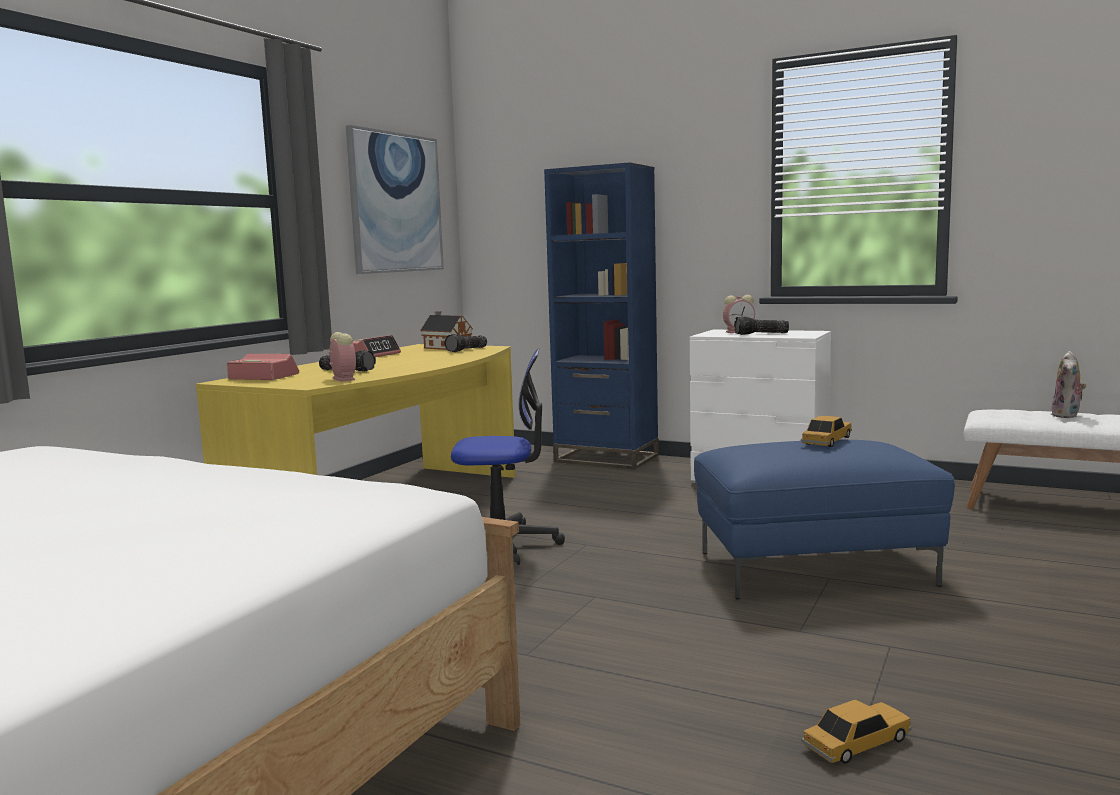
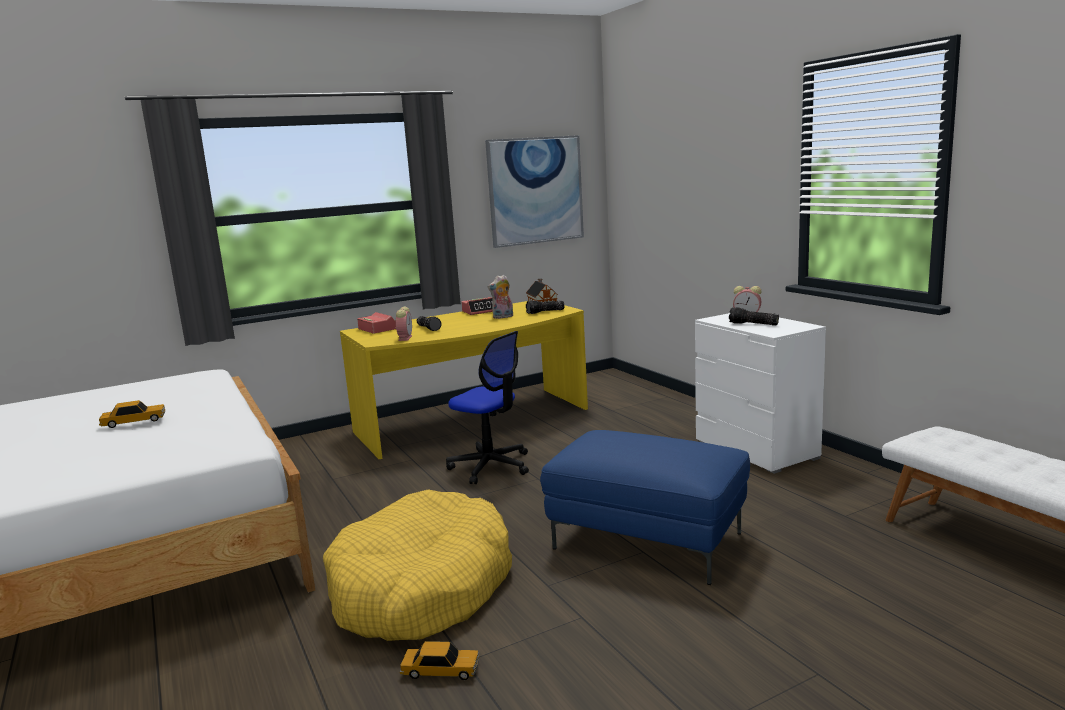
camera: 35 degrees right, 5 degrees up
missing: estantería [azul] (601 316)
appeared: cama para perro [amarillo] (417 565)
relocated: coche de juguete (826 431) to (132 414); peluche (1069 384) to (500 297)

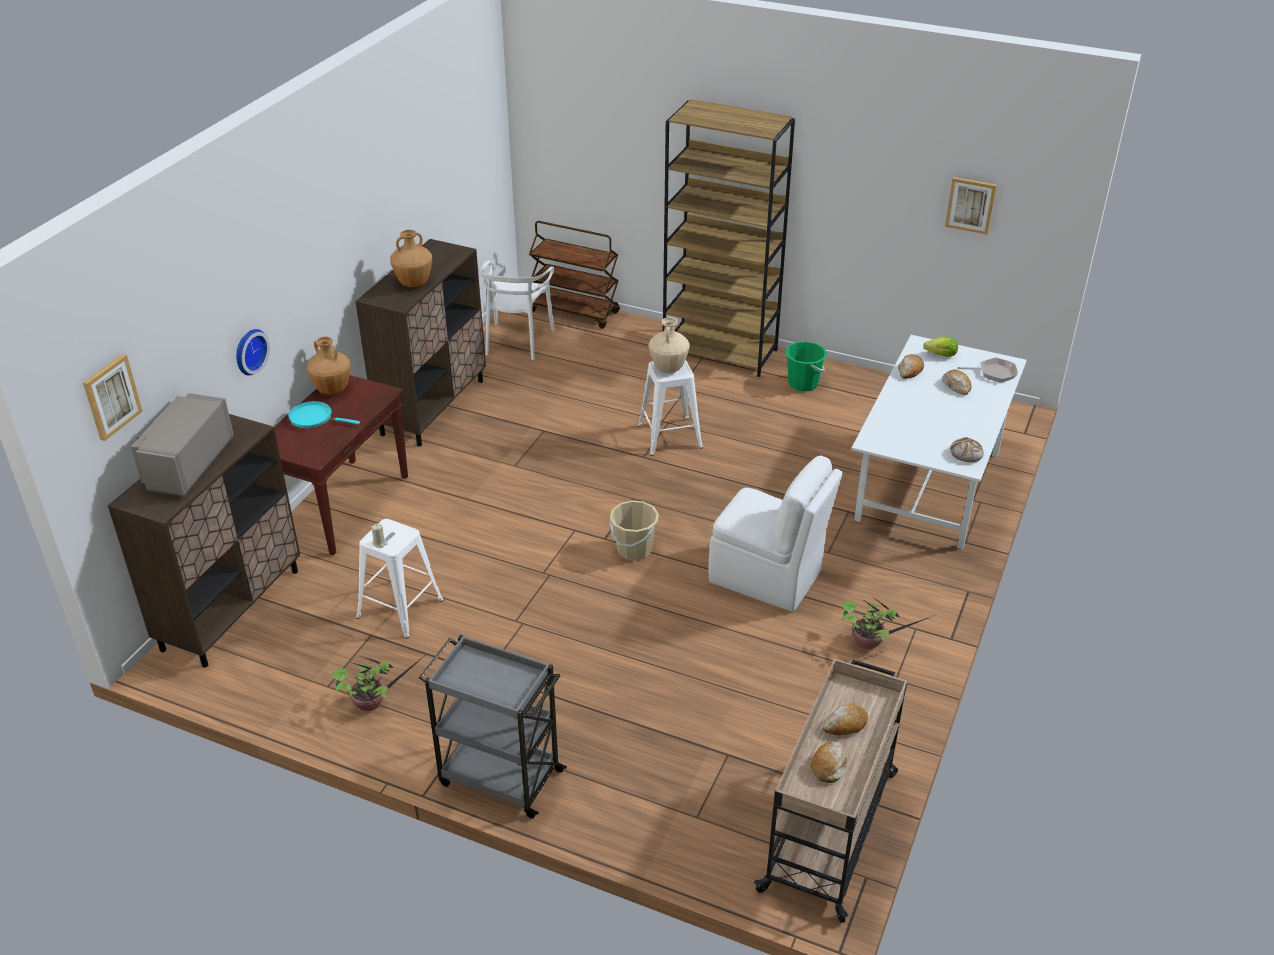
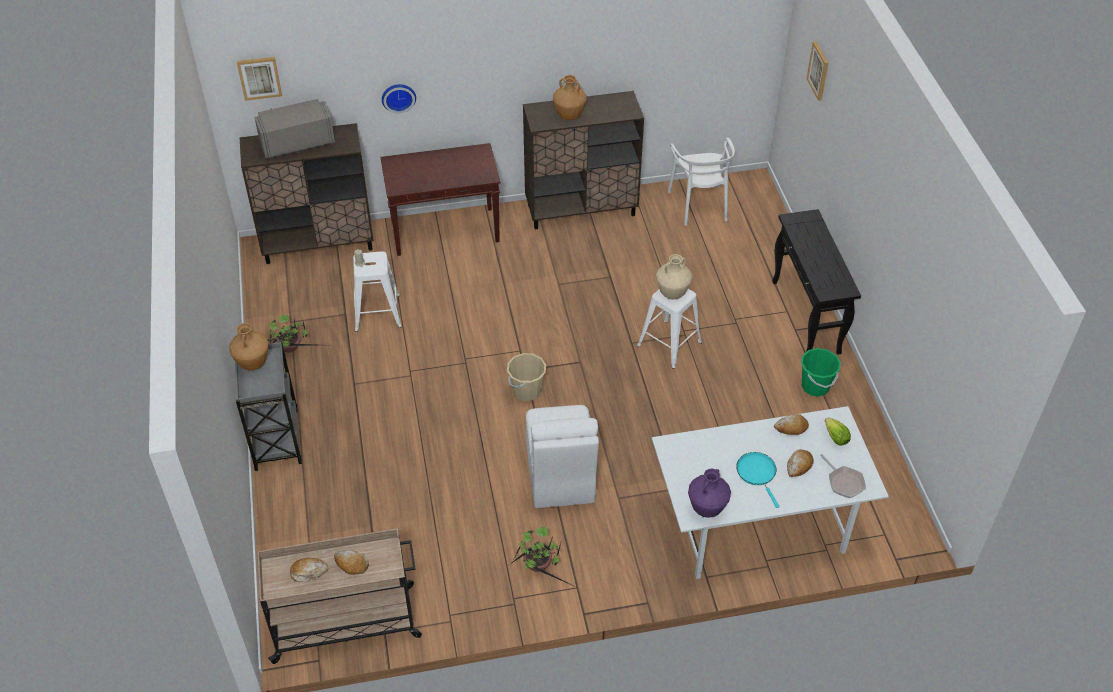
camera: 55 degrees right, 10 degrees up
missing: carrito [marrón] (574 275)
relocated: sartén [turquesa] (324 414) to (758 480); florero [marrón] (328 365) to (249 346); cuadro (971 206) to (817 71)
exchanged: estantería [marrón] (729 238) to mesa consola [negro] (816 282); pan (967 449) to florero [morado] (709 493)
spun: silla [blanco] (517 310) = (701 182) 75 degrees counterclockwise

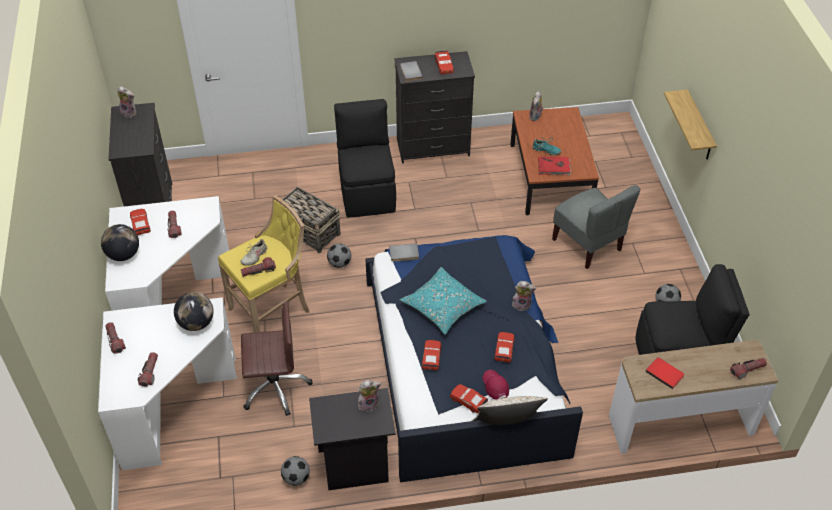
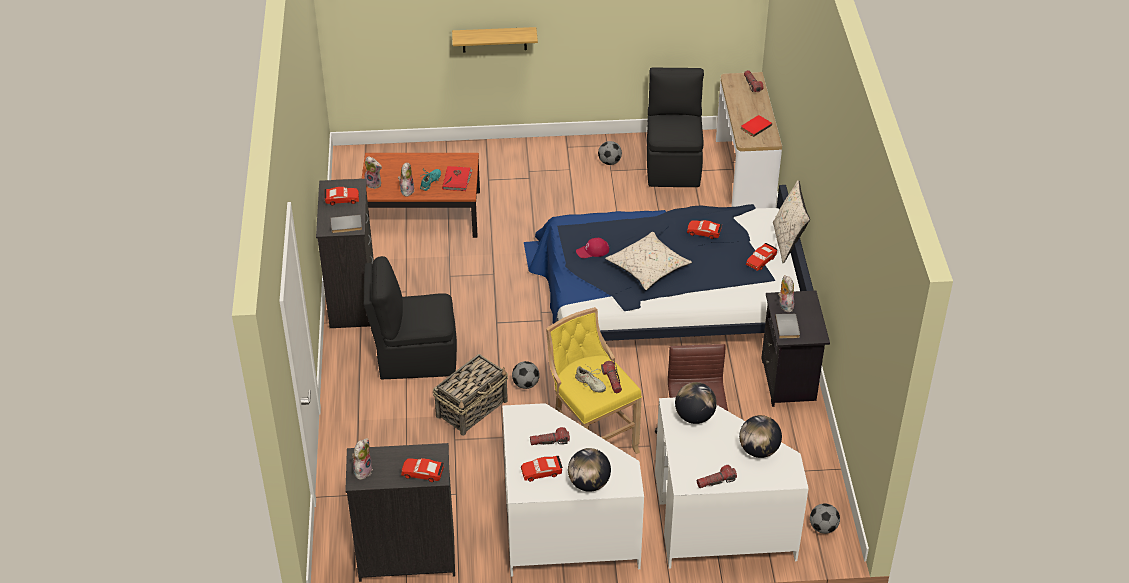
camera: 85 degrees left, 5 degrees down
missing: silla [gris] (596 227)
relocated: balón de fútbol (295 471) to (825 518); libro [gris] (404 252) to (787 326); coche de juguete [rojo] (431 355) to (422 470); gorra [rojo] (496 385) to (592 248); peluche (524 296) to (406 180)
exchanged: linterna (148 369) to globo terráqueo (760 436)
colour: cojín [turquesa] (443 301) to cojín [beis] (648 261)

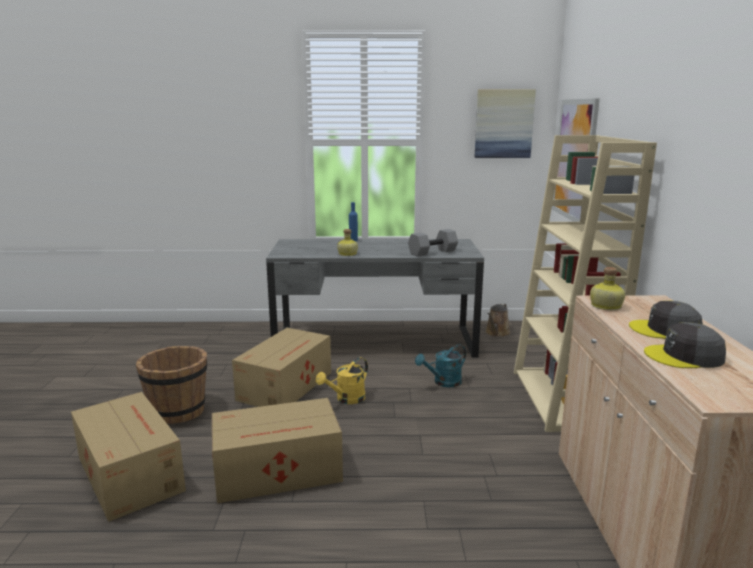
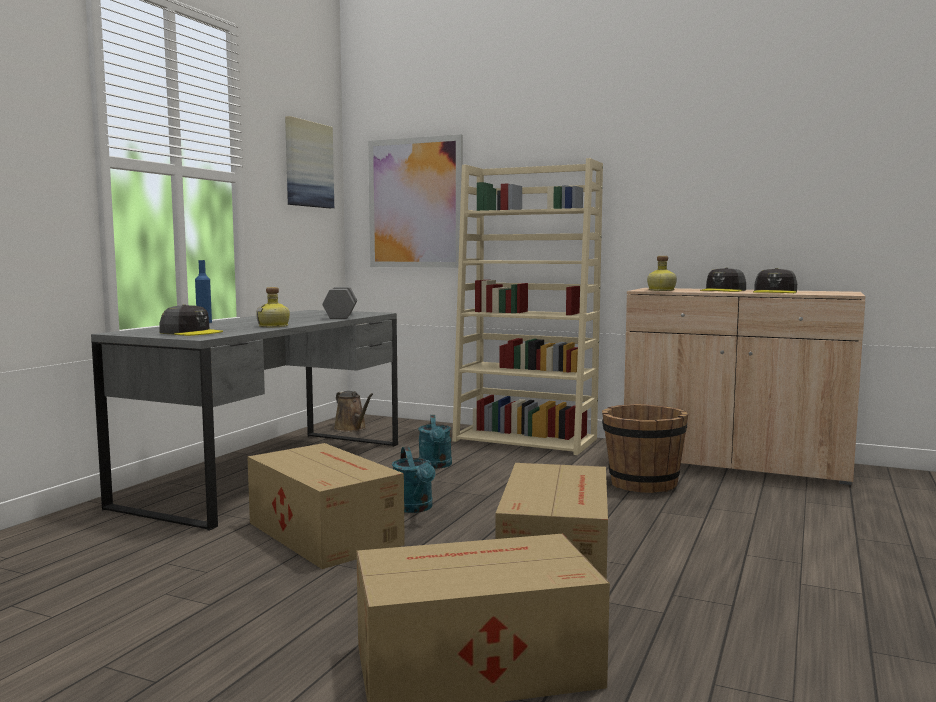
camera: 65 degrees left, 10 degrees down
appeared: gorra [gris] (191 320)
relocated: cubo [marrón] (171 385) to (645 448)
colour: regadera [amarillo] (342 380) to regadera [turquesa] (413 480)

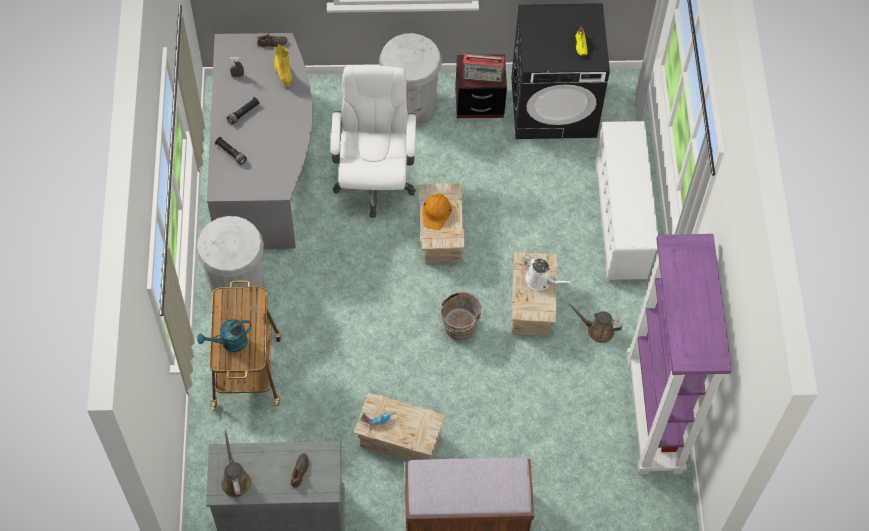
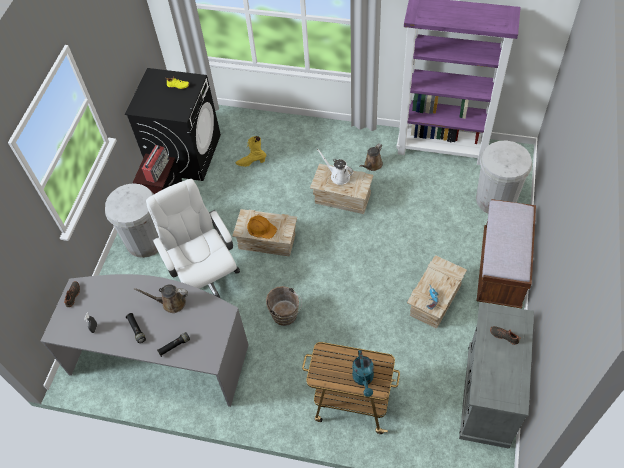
camera: 70 degrees left, 5 degrees down
missing: zapatero [blanco] (626 201)
relocated: papelera [blanco] (230 261) to (504 176); regadera [marrón] (236 463) to (161 298); bota [amarillo] (283 66) to (251 151); cubo [marrón] (459 316) to (284 306)
spun: silla de oficina [blanco] (373 141) = (193 239) 45 degrees clockwise; regadera [blanco] (547 273) = (335 167) 105 degrees counterclockwise

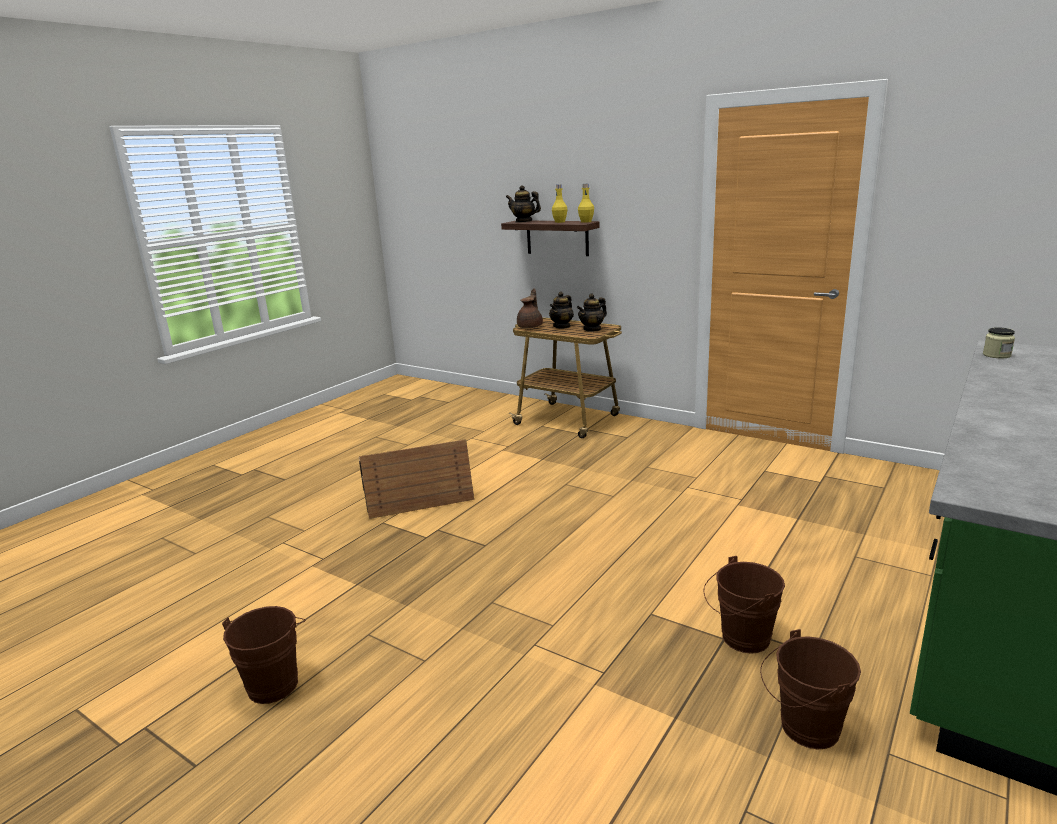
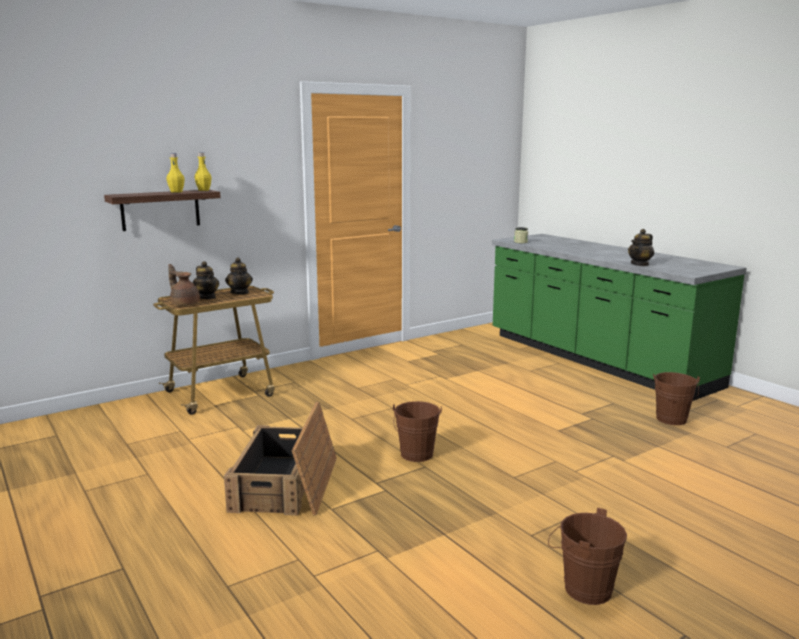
camera: 70 degrees left, 5 degrees down
relocated: tetera (523 204) to (641 247); cubo [marrón] (744 605) to (417 431)

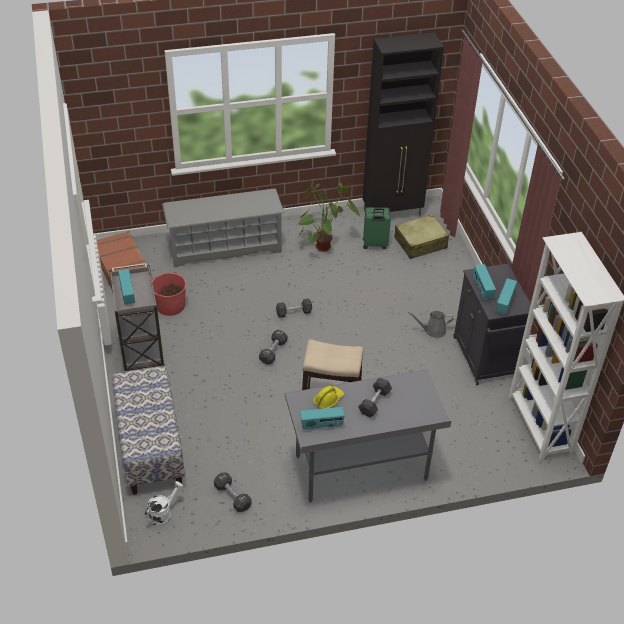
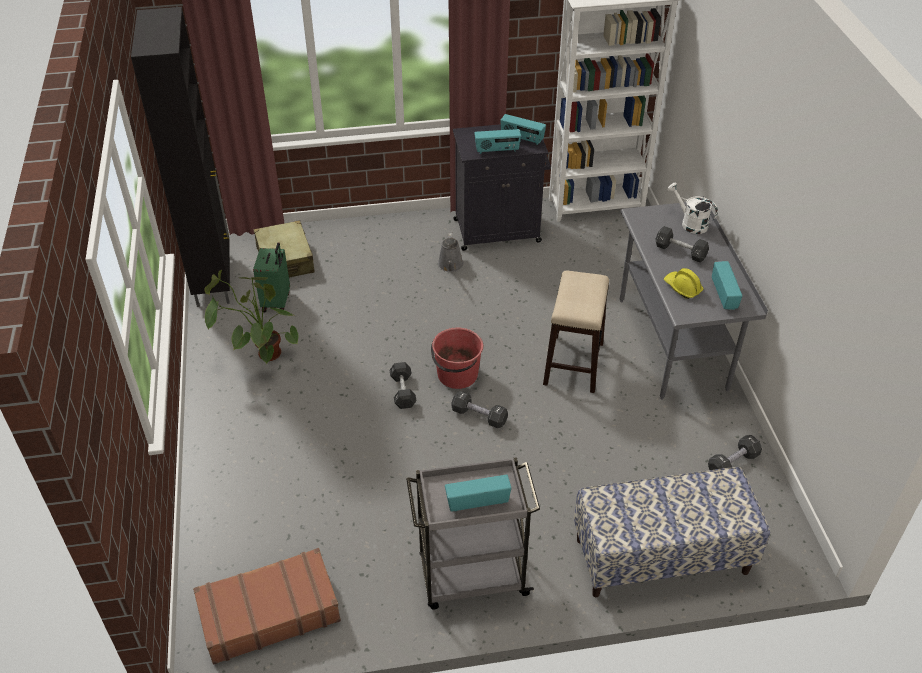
camera: 85 degrees left, 0 degrees up
missing: zapatero [gris] (223 228)
relocated: regadera [blanco] (164 504) to (692 208); cubo [rojo] (169 294) to (457 358)

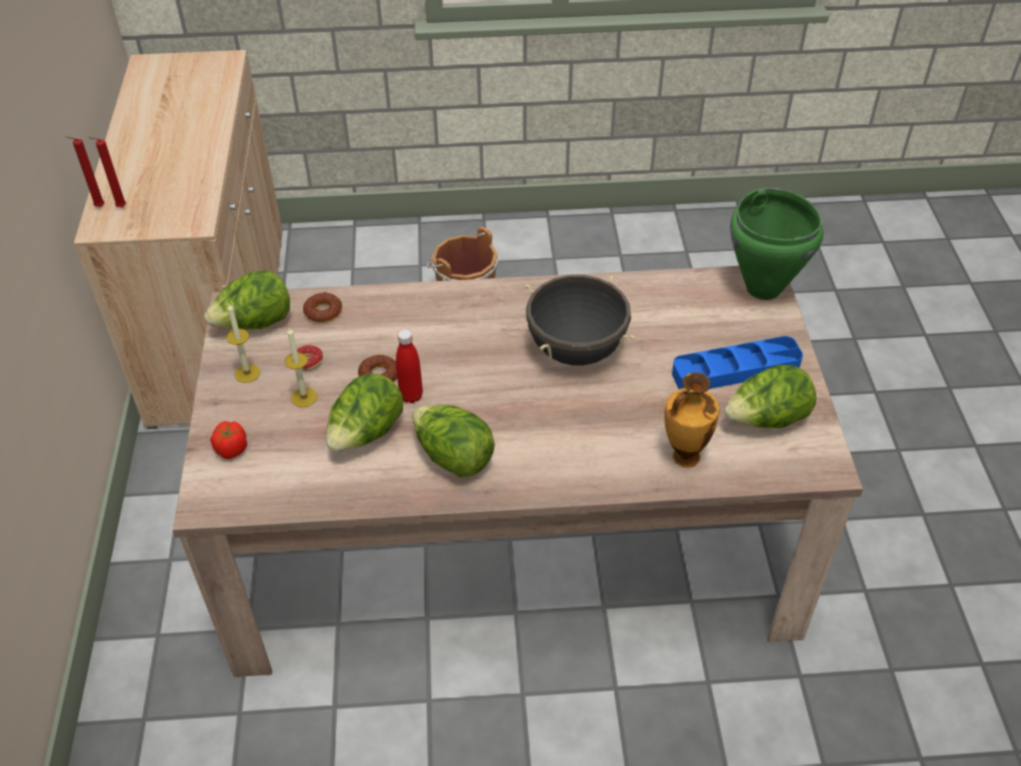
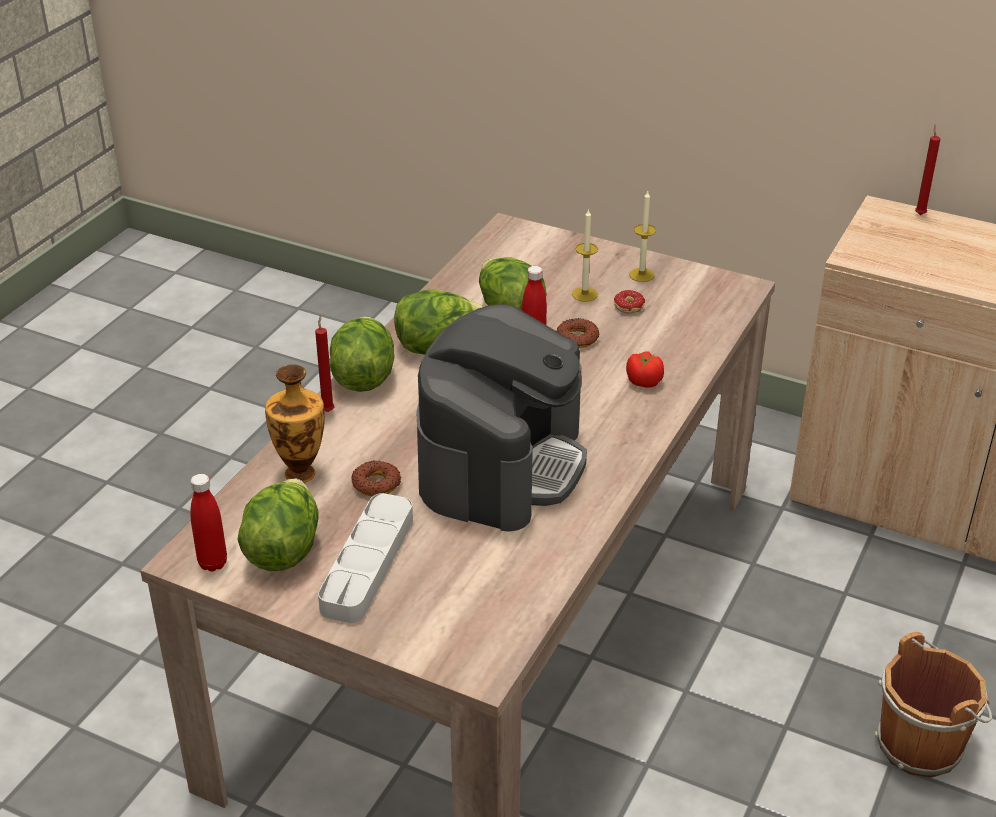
camera: 120 degrees right, 10 degrees down
missing: olla [verde] (776 244)
appeared: botella [rojo] (208 523)
relocated: vela [rojo] (107 172) to (324 363); lechuga (247 300) to (362 354); tomate (228 440) to (645 370); rosquilla (322 307) to (376 478)
exchanged: olla [negro] (580 320) to cafetera (501 418)
colour: bandeja [azul] (737 362) to bandeja [gris] (365 558)

